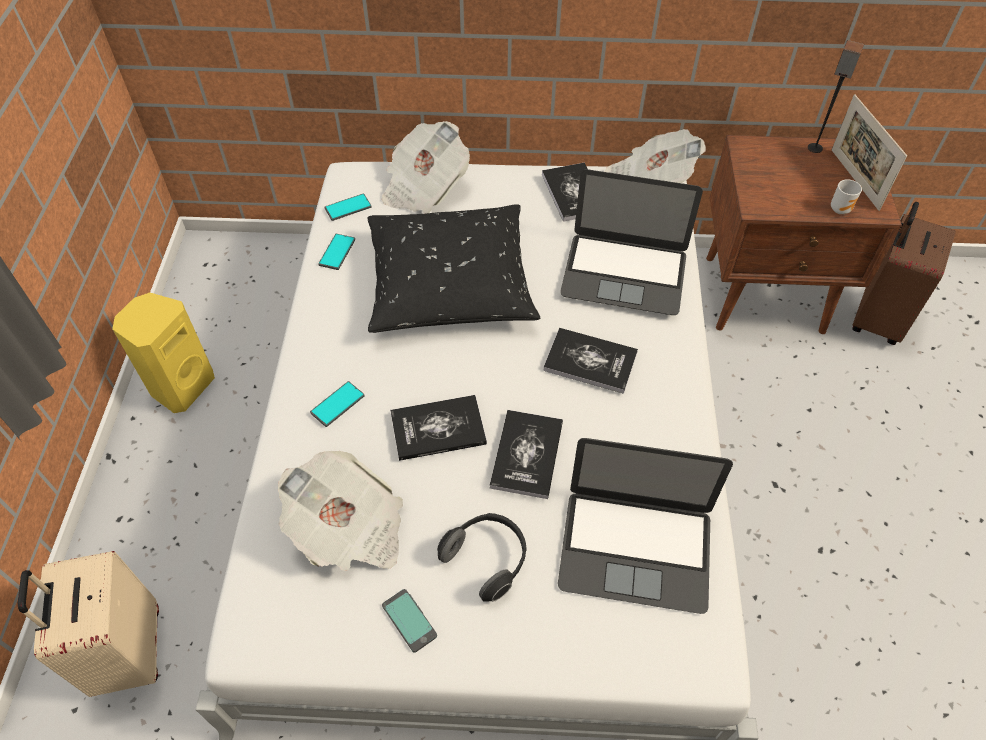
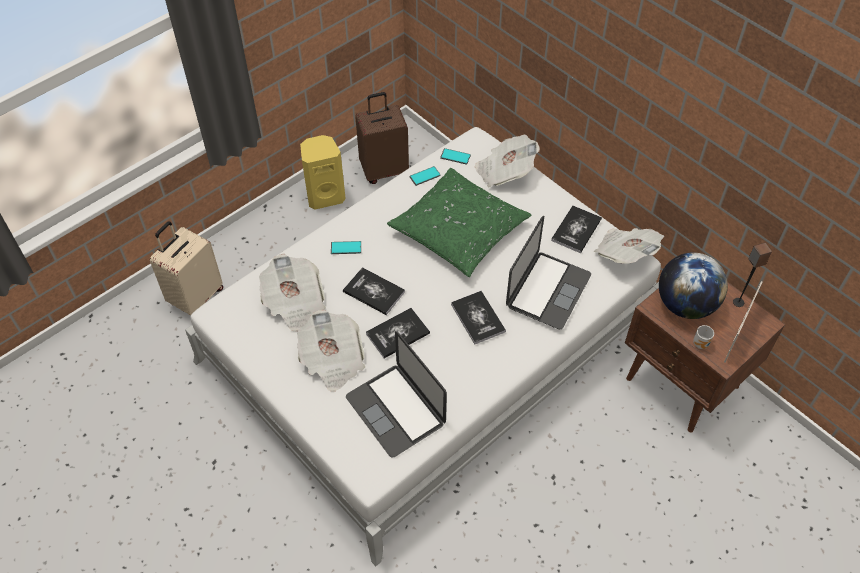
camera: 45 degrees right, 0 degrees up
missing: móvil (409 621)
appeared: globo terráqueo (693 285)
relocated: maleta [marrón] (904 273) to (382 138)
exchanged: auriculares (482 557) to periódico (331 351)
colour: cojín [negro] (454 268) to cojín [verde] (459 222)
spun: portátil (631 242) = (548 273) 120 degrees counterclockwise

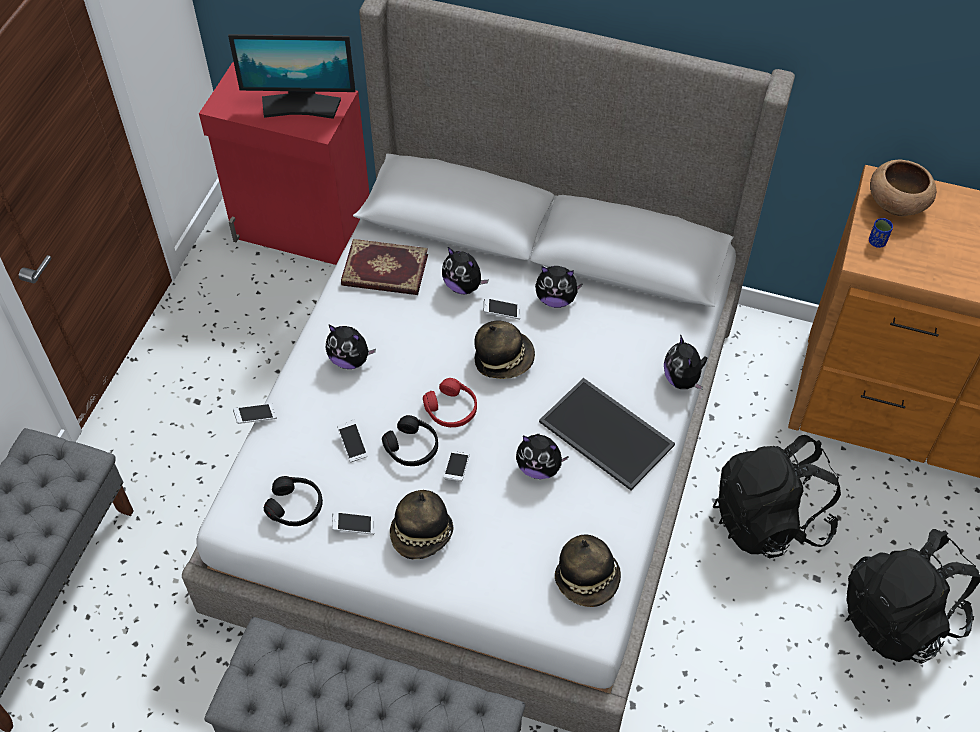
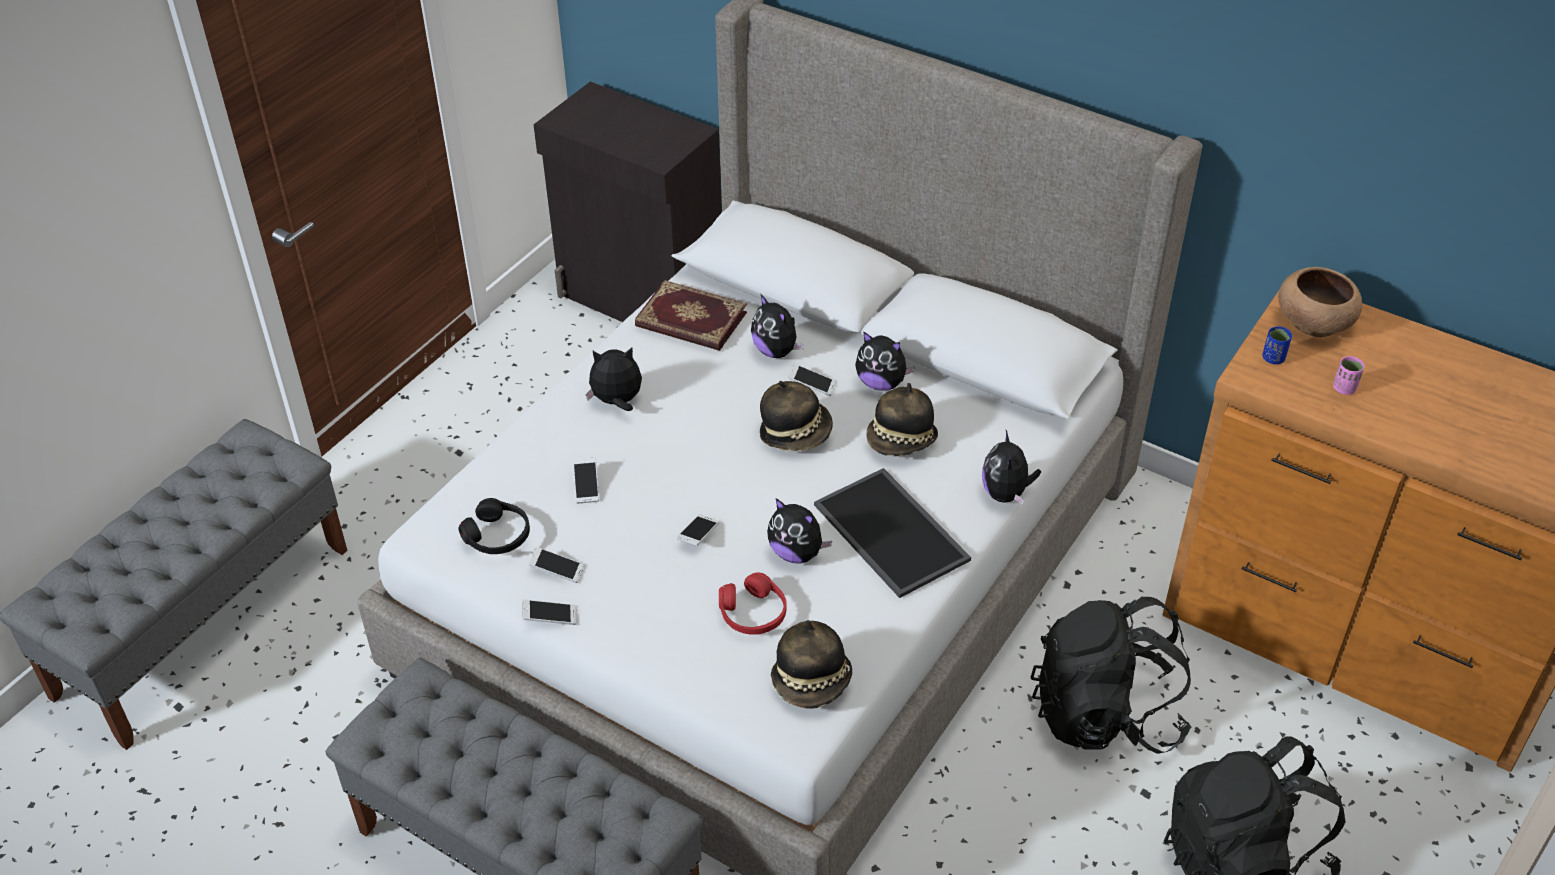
camera: 15 degrees right, 10 degrees down
missing: monitor (291 76); auriculares [negro] (410 440)
appeared: taza [rosa] (1349 375)
relocated: móvil (255 413) to (549 612); sombrero (421 524) to (902 419); auriculares [rojo] (450 402) to (752 603)
colour: armario [rojo] (284 163) to armario [negro] (627 202)
spun: peluche (351 346) = (614 379) 135 degrees clockwise

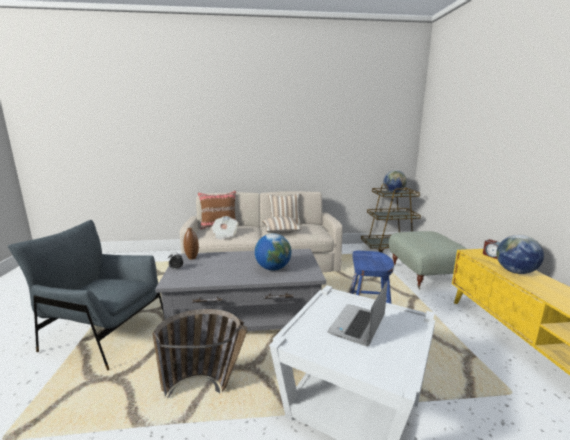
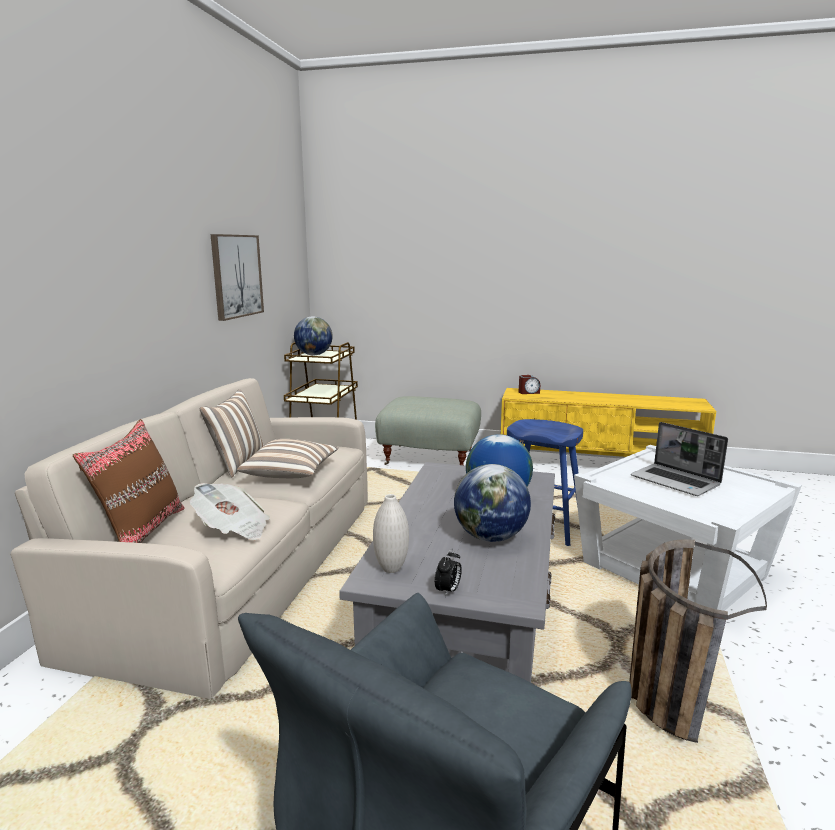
camera: 70 degrees left, 0 degrees up
appeared: cuadro (237 277)
relocated: globo terráqueo (520 254) to (492 503)
colour: florero [marrón] (191 244) to florero [blanco] (391 533)

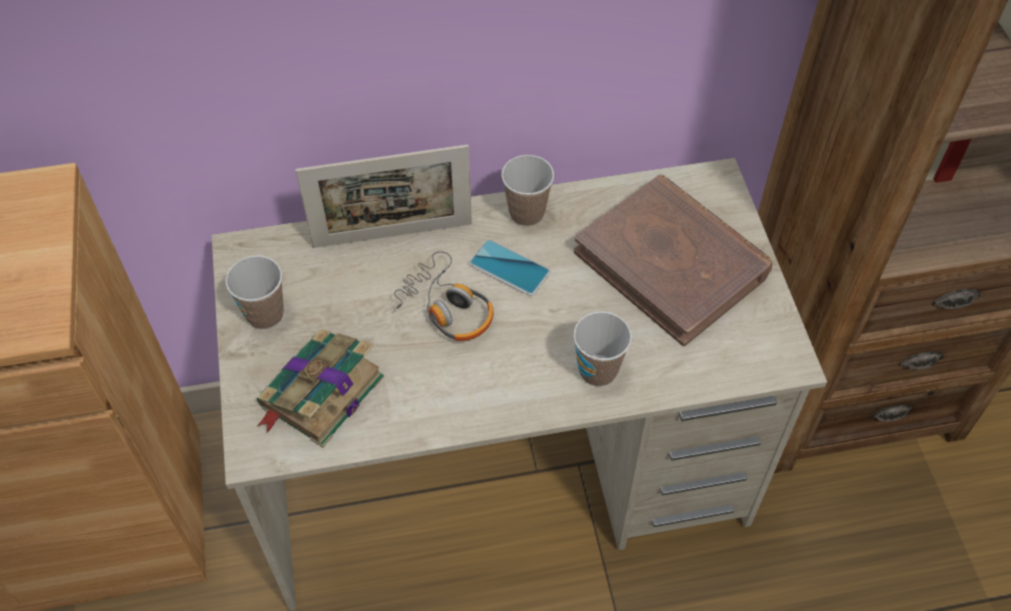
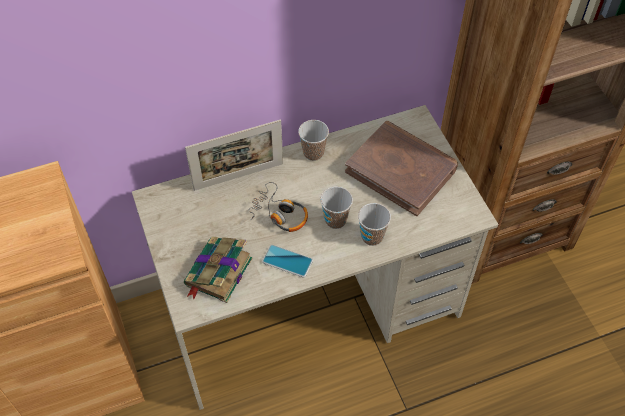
camera: 10 degrees left, 0 degrees up
relocated: taza (254 292) to (336 207); móvil (510 268) to (287 261)

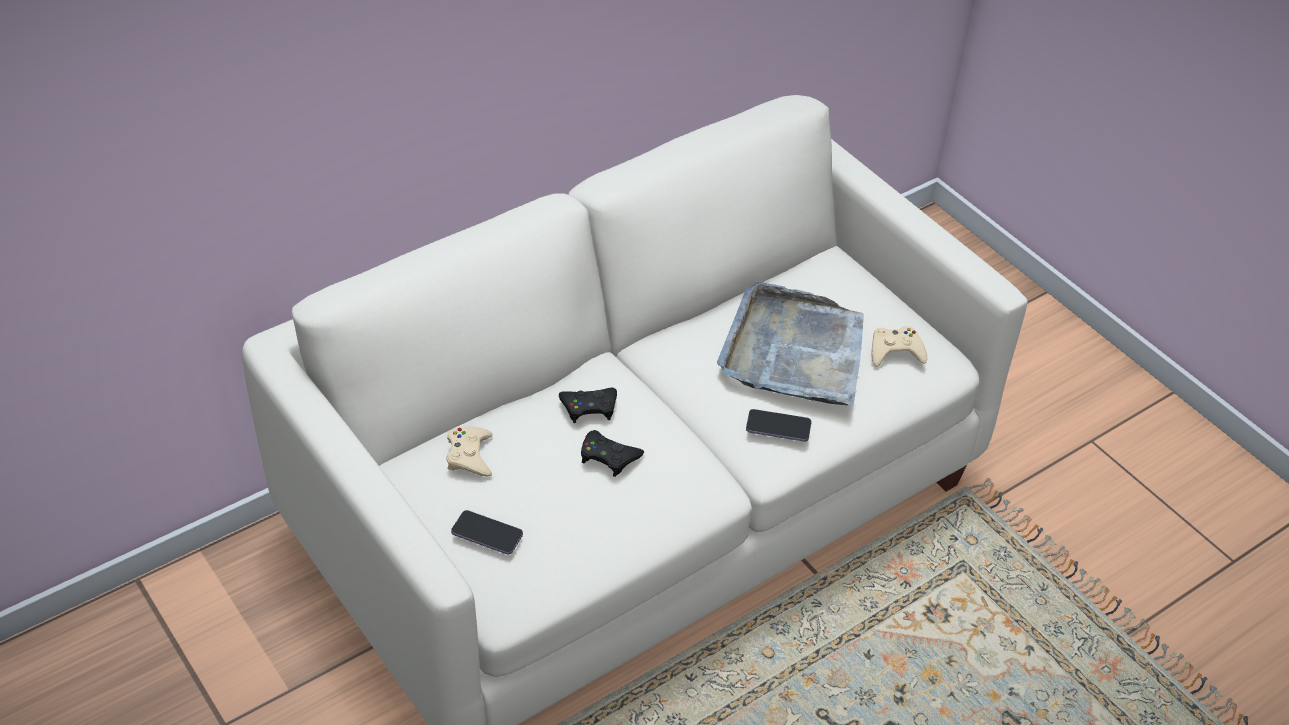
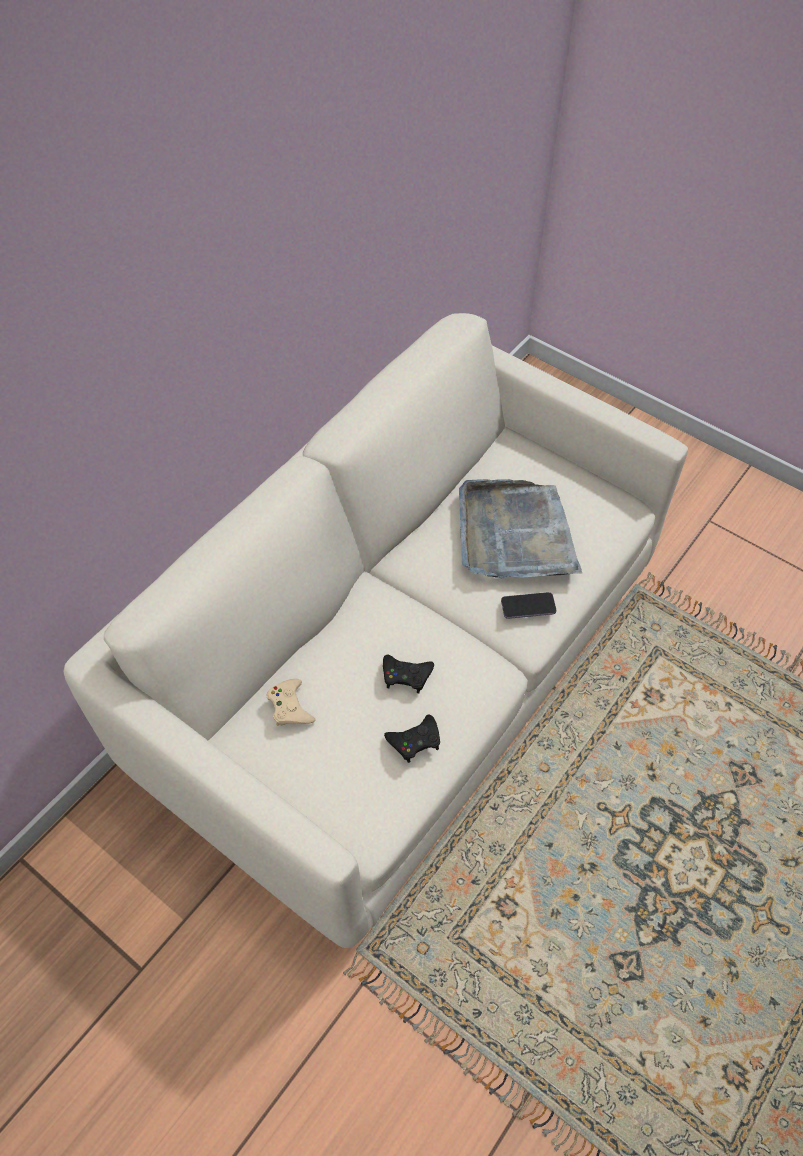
camera: 15 degrees left, 10 degrees up
missing: móvil (487 532); mando de consola [beis] (899 346)
relocated: mando de consola [negro] (588 405) to (412 738)

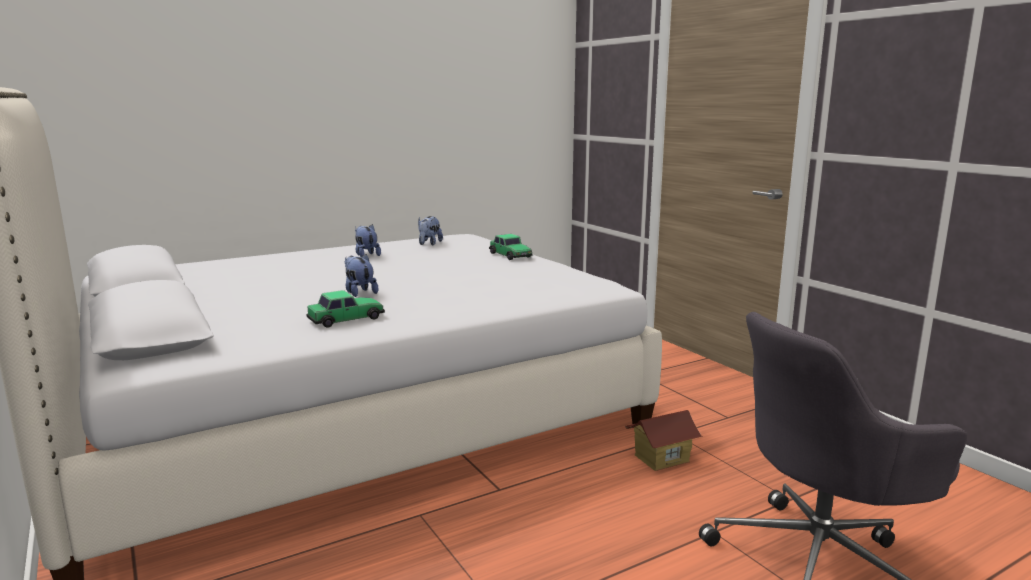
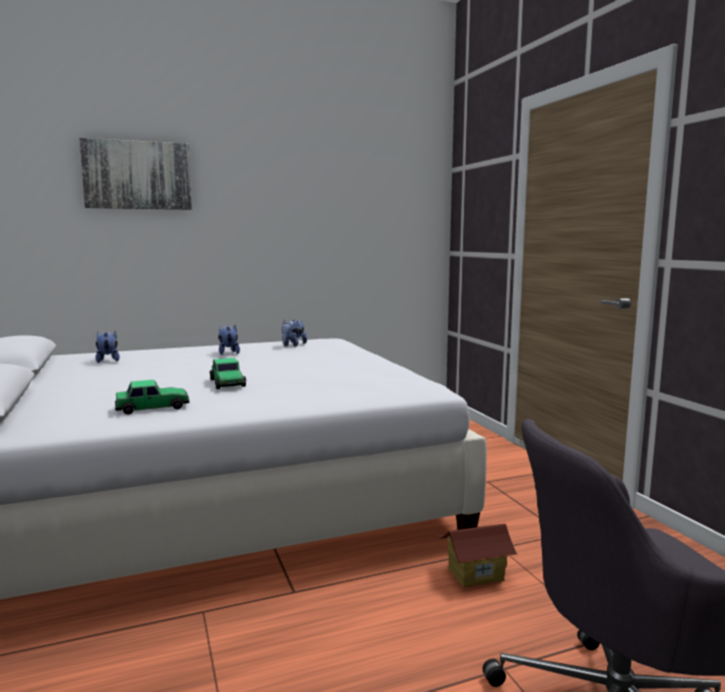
camera: 10 degrees right, 5 degrees down
appeared: cuadro (135 174)
relocated: peluche (361 275) to (108 347); coche de juguete (511 247) to (228 373)

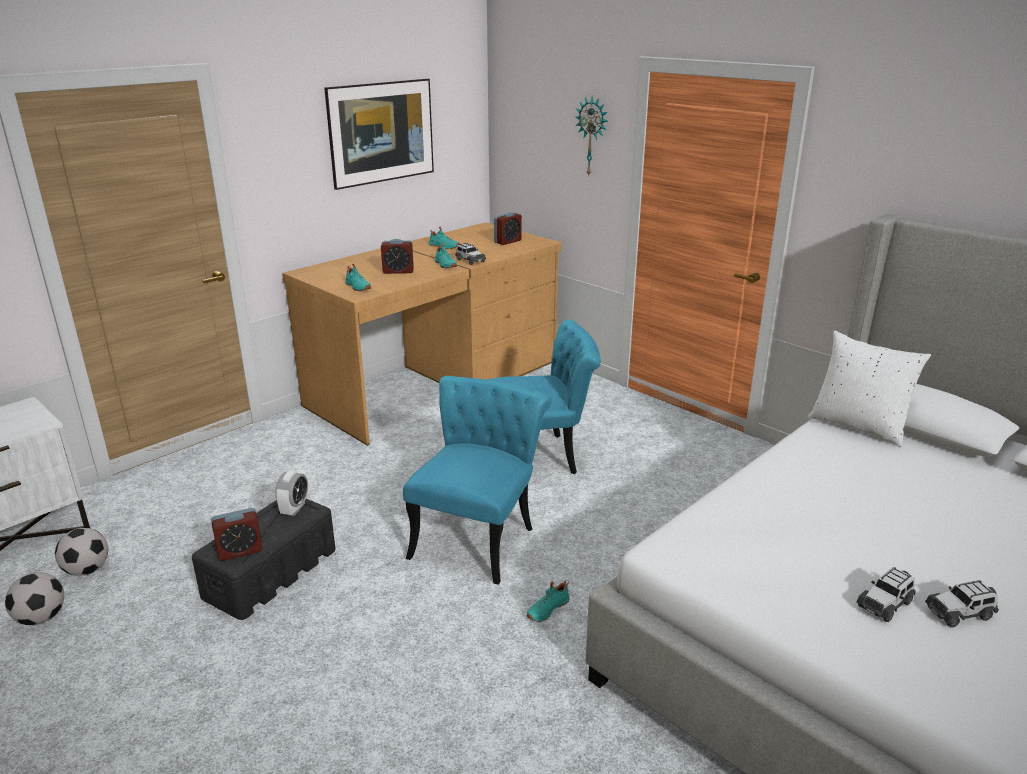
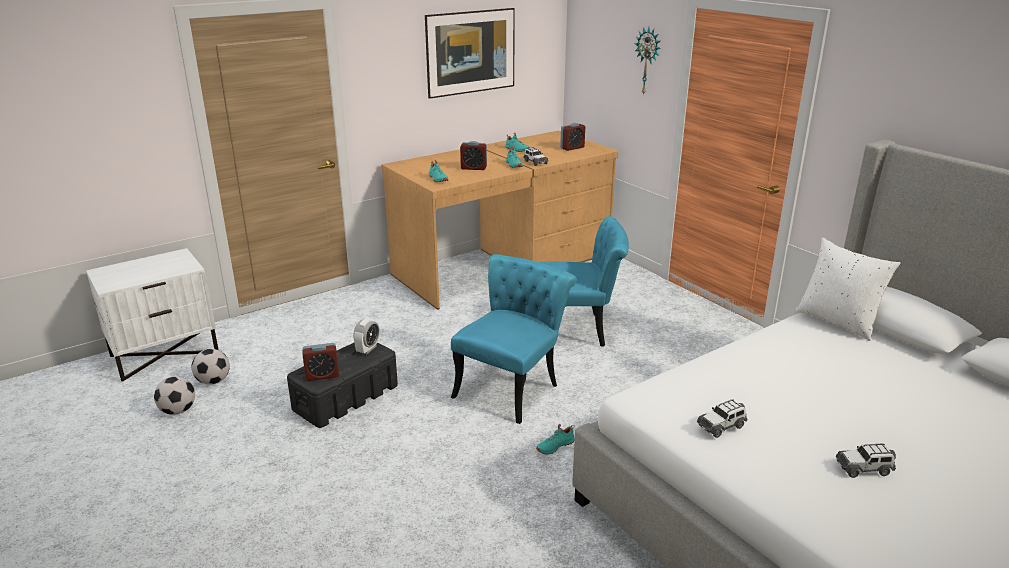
camera: 10 degrees right, 0 degrees up
relocated: coche de juguete (886 594) to (722 418)

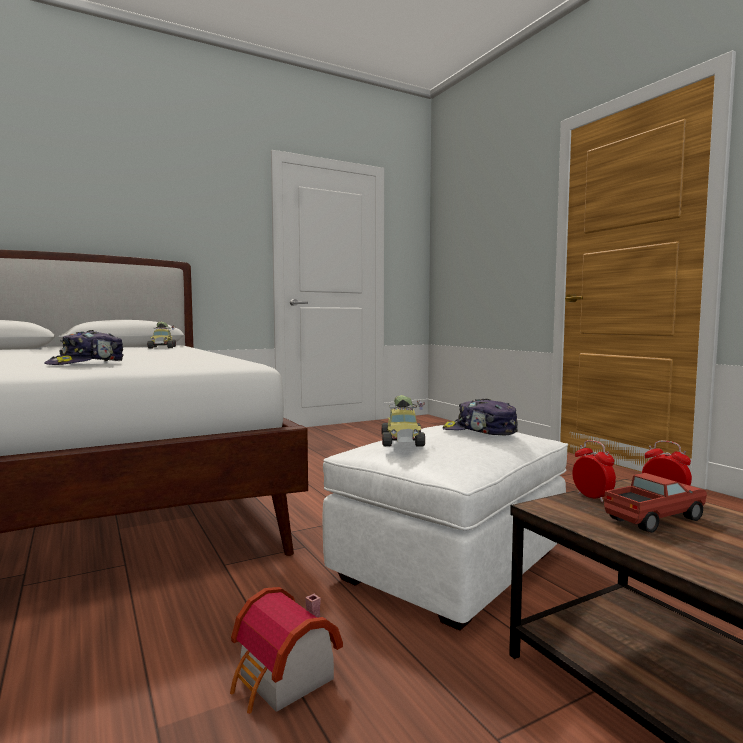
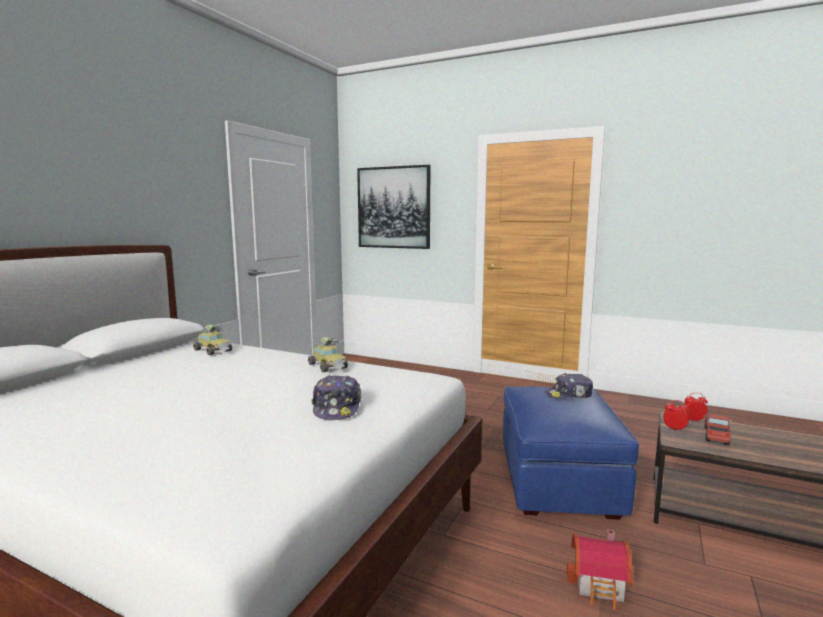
camera: 35 degrees left, 5 degrees up
appeared: cuadro (394 207)
relocated: coche de juguete (403 420) to (328 354)
colour: puf [blanco] (445 528) to puf [azul] (571 453)

